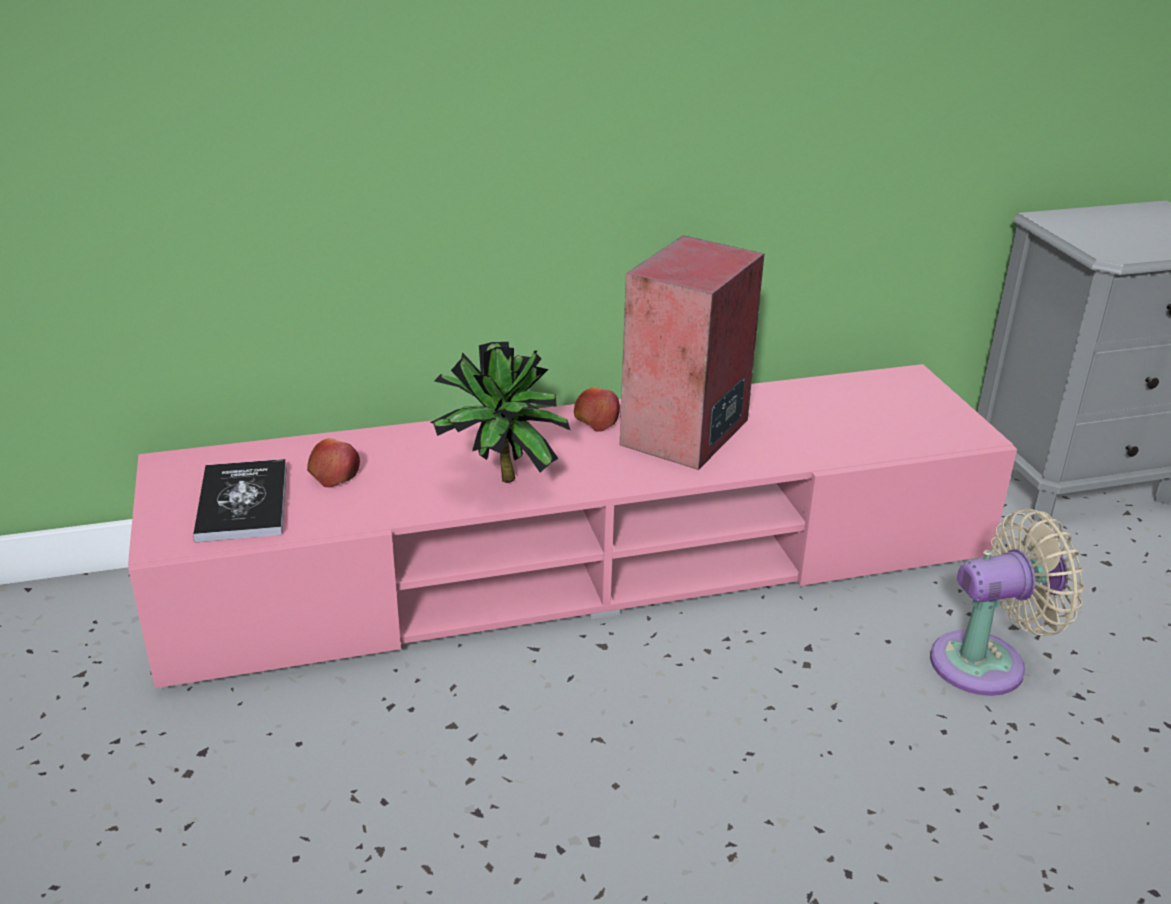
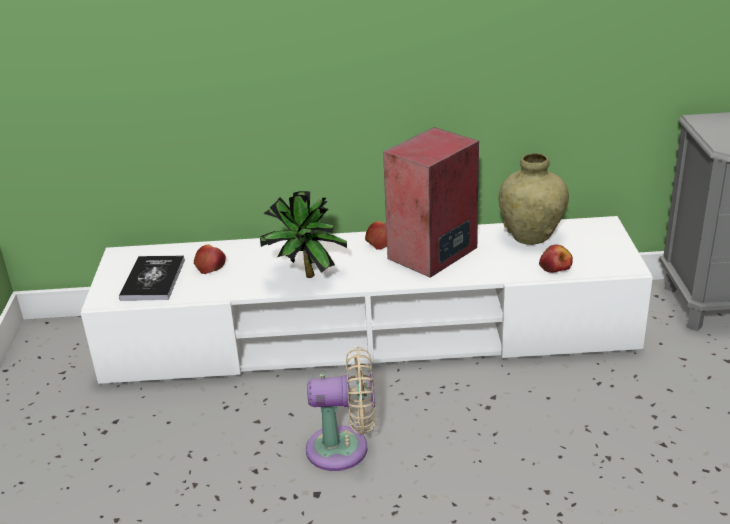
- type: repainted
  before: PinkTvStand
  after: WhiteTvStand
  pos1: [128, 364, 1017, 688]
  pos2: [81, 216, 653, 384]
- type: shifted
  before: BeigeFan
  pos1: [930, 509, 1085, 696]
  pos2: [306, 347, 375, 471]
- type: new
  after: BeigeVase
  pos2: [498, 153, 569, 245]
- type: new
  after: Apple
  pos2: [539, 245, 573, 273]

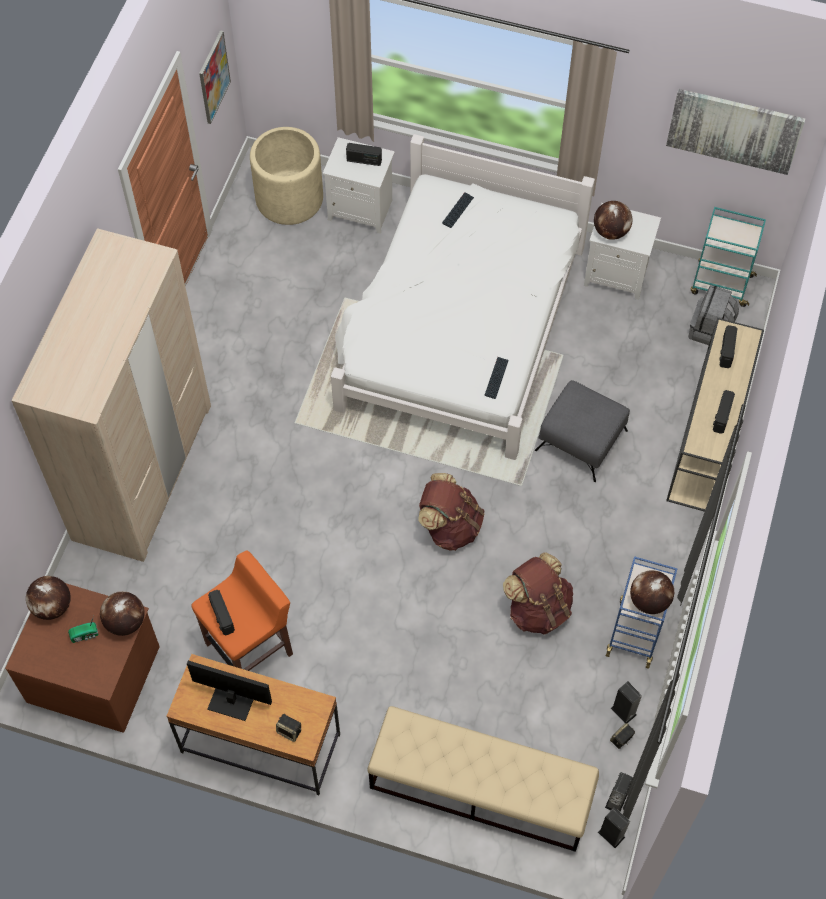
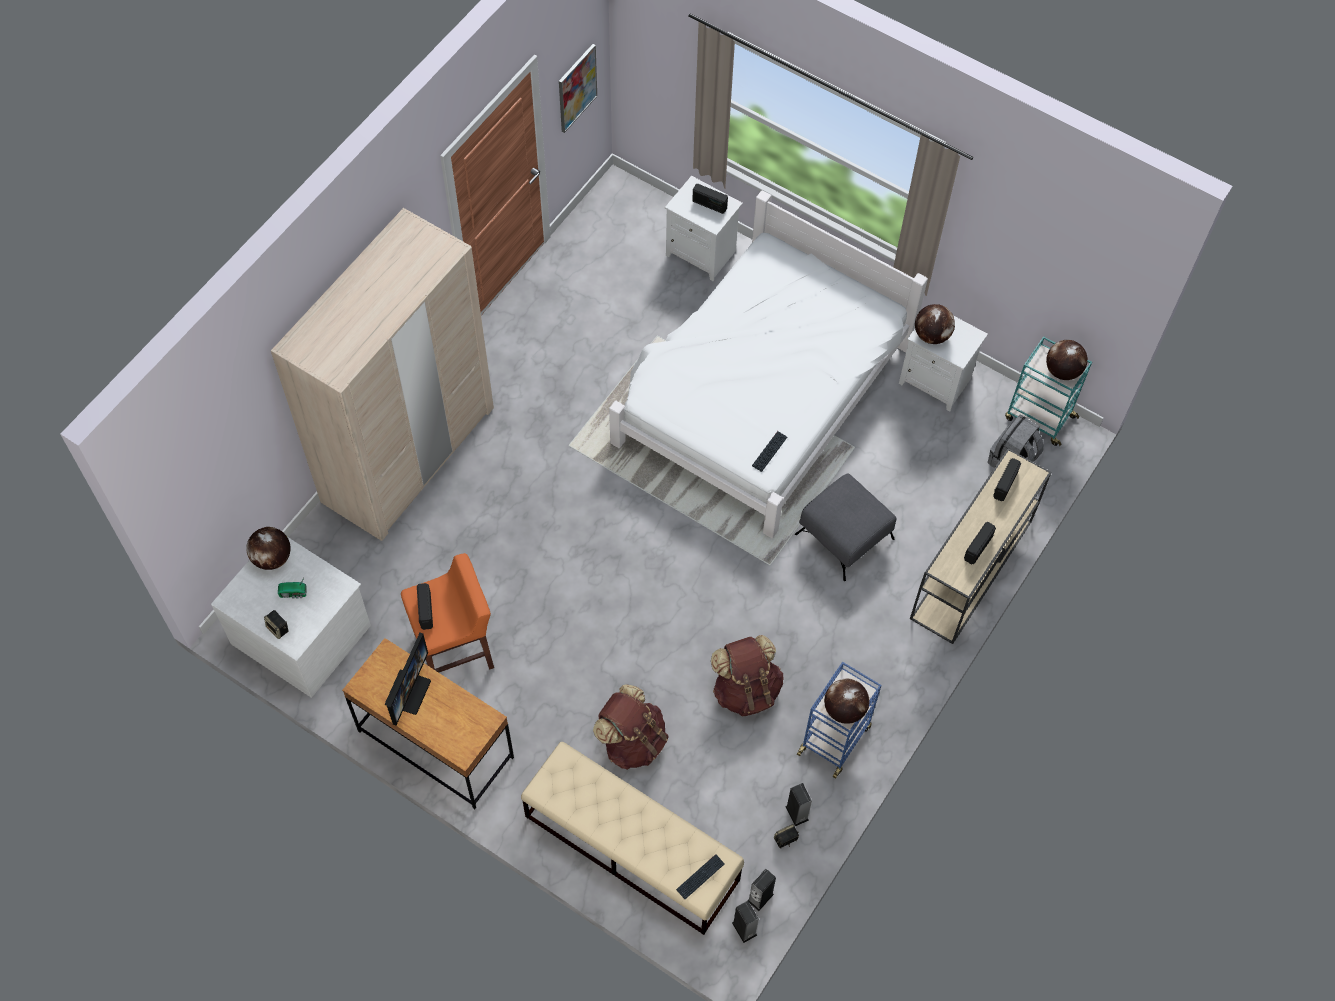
- type: gone
  before: Picture
  pos1: [666, 89, 806, 175]
- type: gone
  before: BeigePlanter
  pos1: [250, 127, 323, 225]
- type: shifted
  before: Keyboard
  pos1: [442, 192, 474, 228]
  pos2: [676, 854, 725, 899]
- type: shifted
  before: BrownBackpack
  pos1: [418, 473, 484, 551]
  pos2: [593, 684, 669, 770]
- type: repainted
  before: BrownDresser
  after: WhiteDresser
  pos1: [5, 583, 160, 733]
  pos2: [211, 536, 371, 698]
- type: shifted
  before: Globe
  pos1: [100, 591, 145, 636]
  pos2: [1046, 340, 1088, 380]
- type: rotated
  before: Monitor
  pos1: [187, 661, 272, 721]
  pos2: [385, 633, 431, 725]
  turn: 75
- type: shifted
  before: Speaker
  pos1: [276, 714, 301, 742]
  pos2: [264, 610, 288, 639]

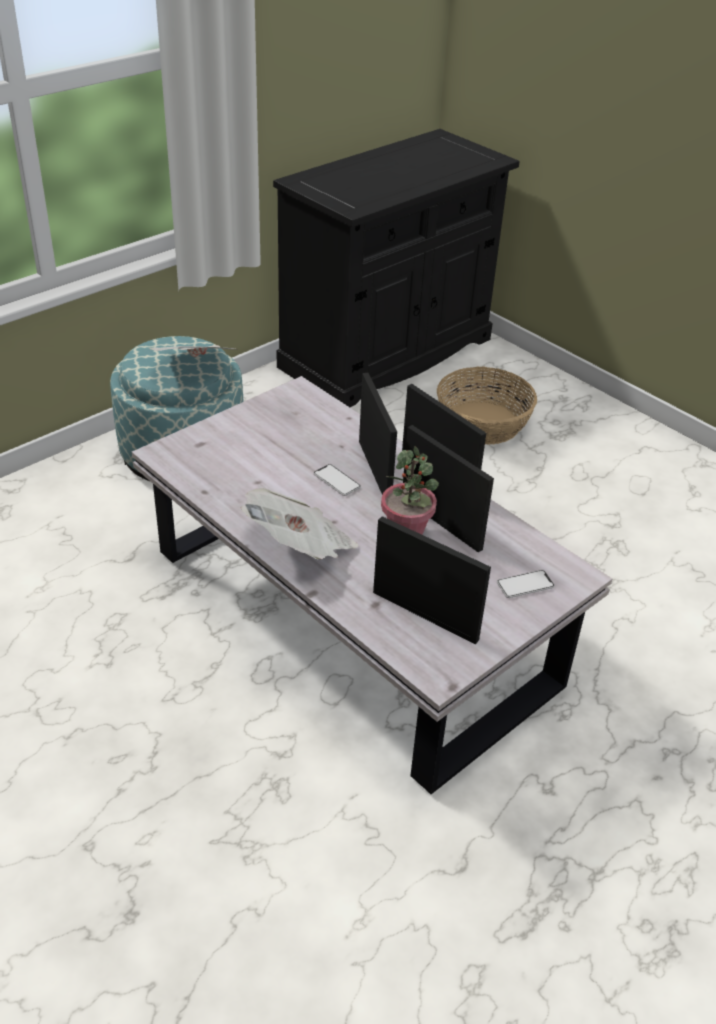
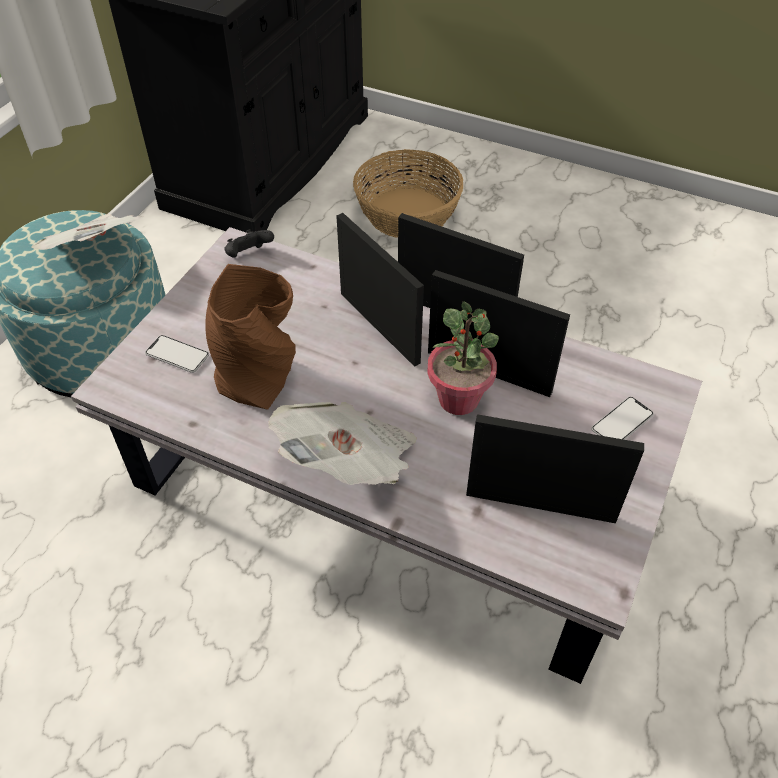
- type: shifted
  before: Phone
  pos1: [313, 464, 361, 496]
  pos2: [145, 335, 209, 373]
- type: new
  after: BlackGameController
  pos2: [224, 229, 274, 257]
- type: new
  after: BrownVase
  pos2: [205, 264, 296, 410]

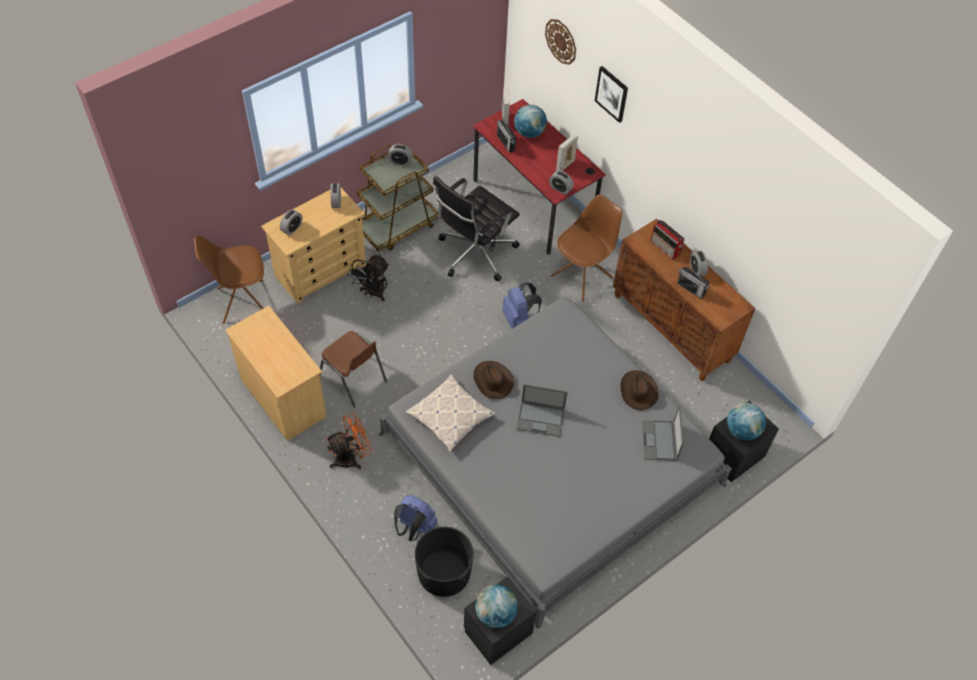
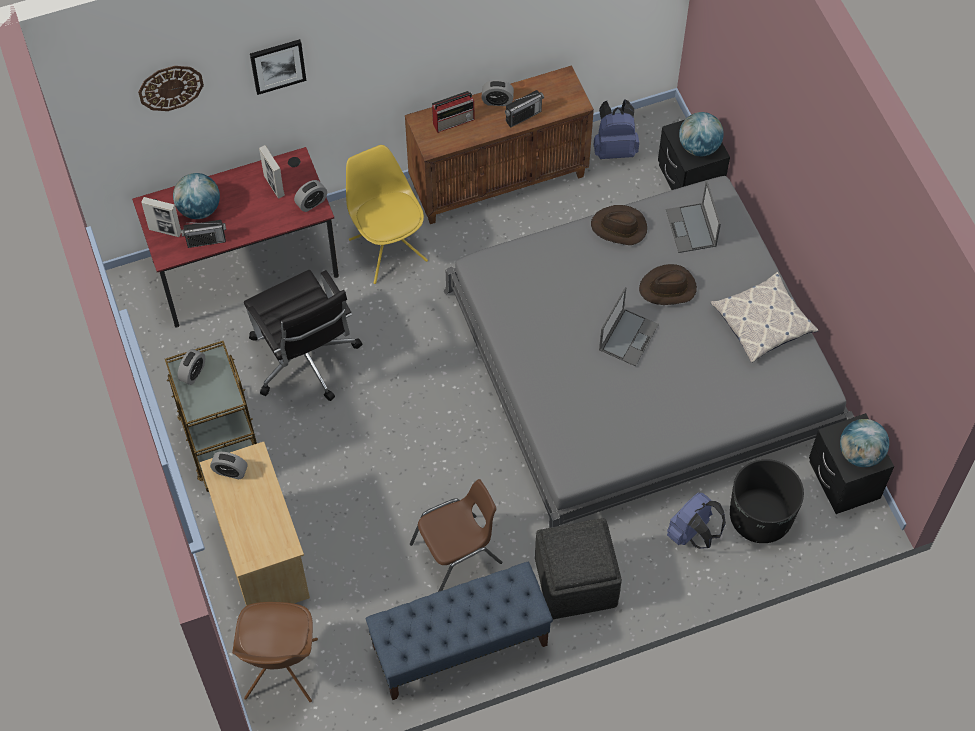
- type: repainted
  before: BrownChair
  after: YellowChair
  pos1: [551, 194, 622, 302]
  pos2: [346, 145, 428, 284]
- type: gone
  before: AlarmClock
  pos1: [280, 209, 303, 235]
- type: gone
  before: BlackFan
  pos1: [347, 254, 389, 301]
- type: shifted
  before: BlueBackpack
  pos1: [502, 283, 542, 329]
  pos2: [594, 99, 639, 159]
- type: swapped
  before: BeigeDresser
  after: BlueBench
  pos1: [225, 306, 327, 441]
  pos2: [366, 562, 553, 700]
- type: shifted
  before: BrownHat
  pos1: [473, 361, 514, 399]
  pos2: [639, 264, 697, 305]
- type: shifted
  before: Pillow
  pos1: [405, 374, 496, 452]
  pos2: [710, 272, 818, 363]
- type: rotated
  before: Laptop
  pos1: [642, 405, 684, 461]
  pos2: [666, 181, 721, 253]
  turn: 60
- type: swapped
  before: OrangeFan
  after: GreyOttoman
  pos1: [326, 413, 373, 469]
  pos2: [535, 518, 622, 619]

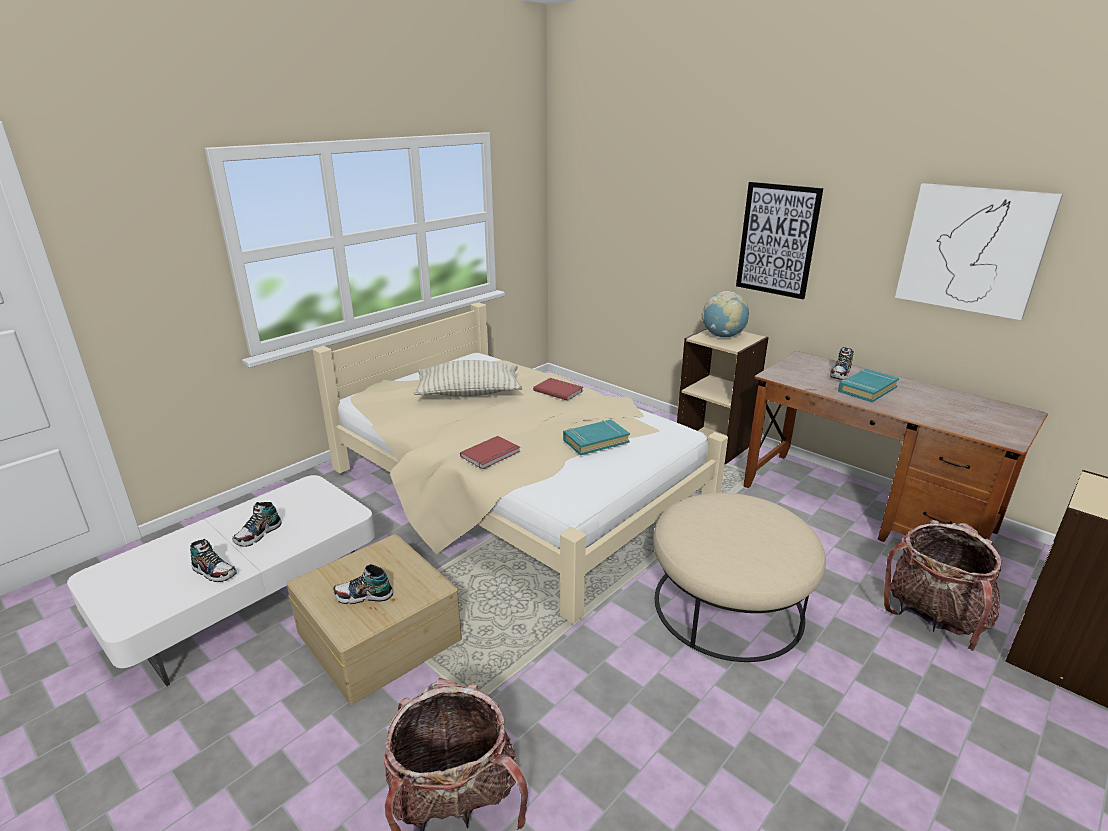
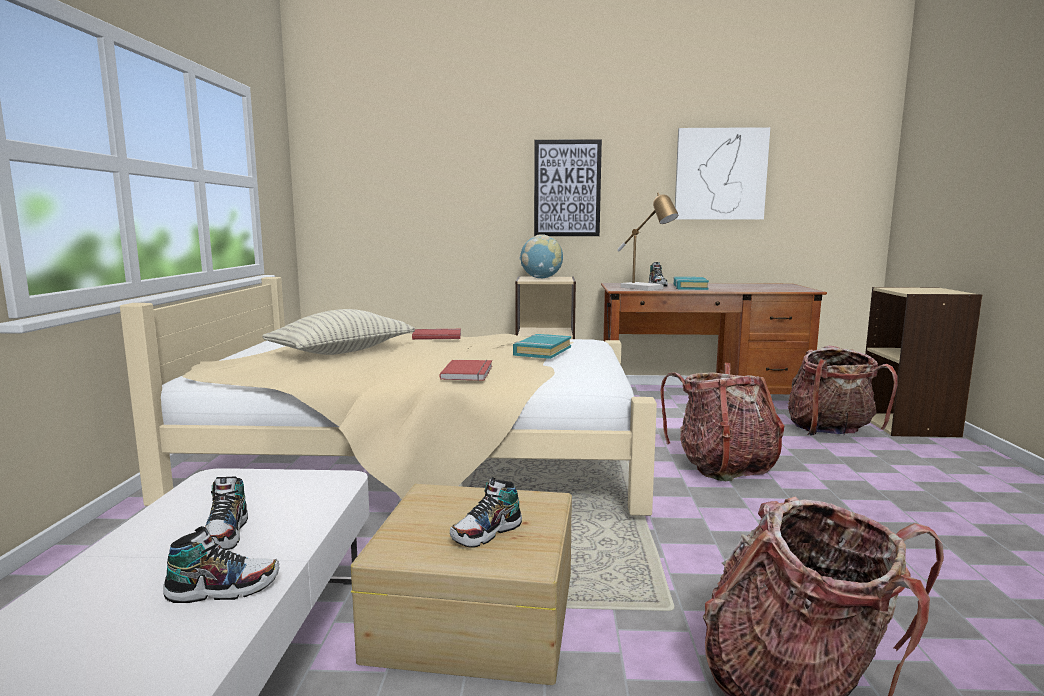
- type: swapped
  before: BeigeOttoman
  after: Backpack
  pos1: [653, 493, 826, 662]
  pos2: [660, 363, 784, 481]
- type: new
  after: TableLamp
  pos2: [617, 193, 678, 291]

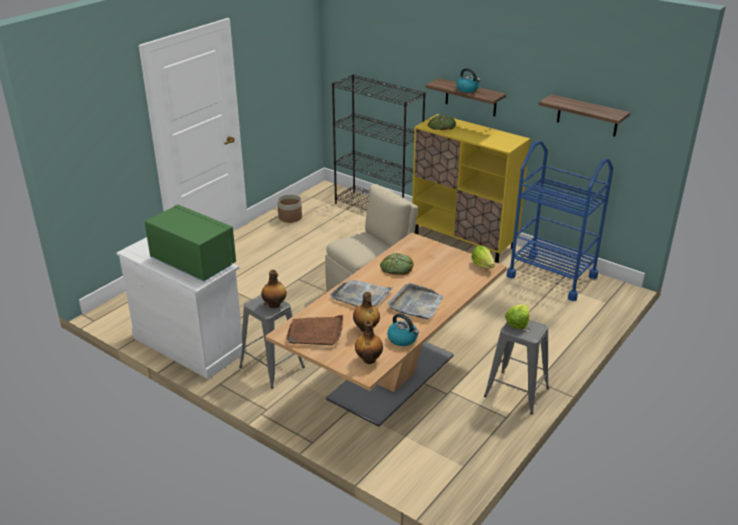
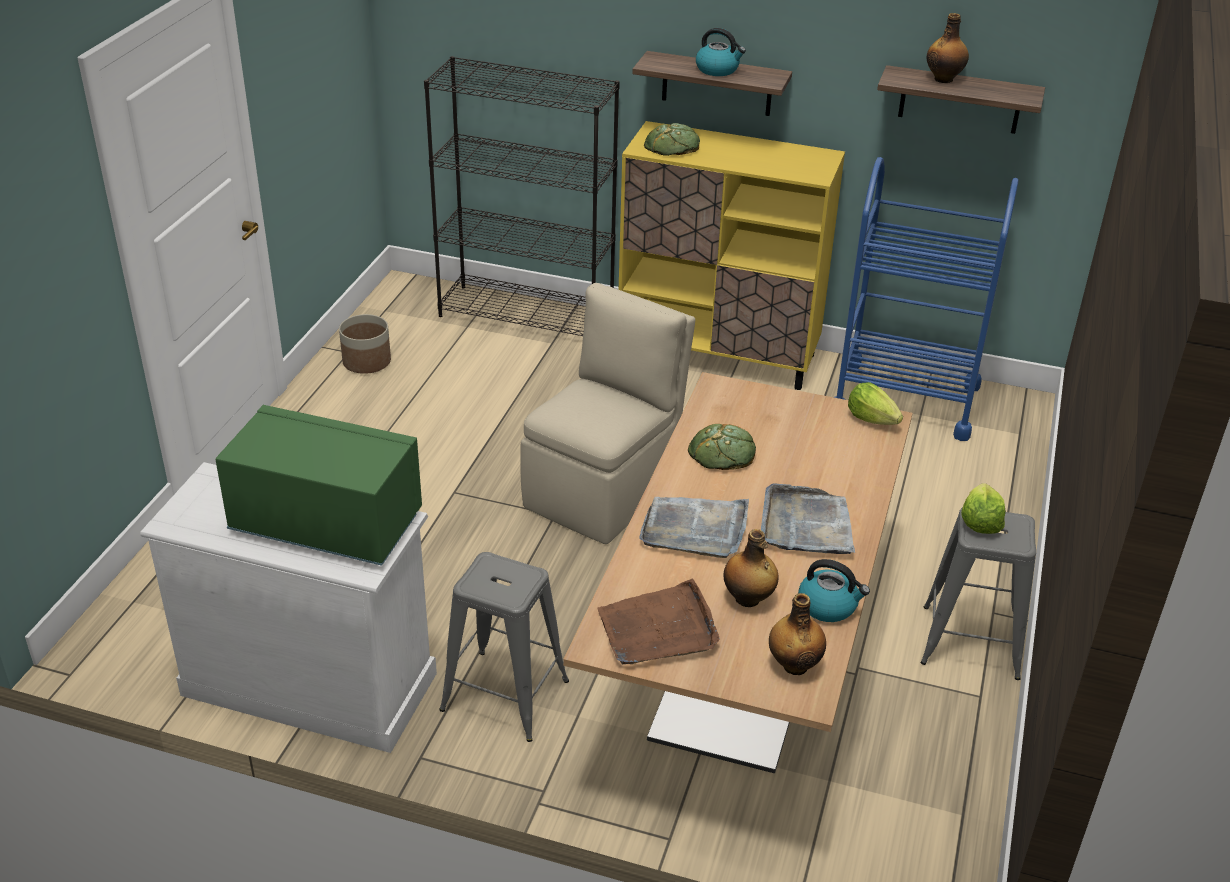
- type: shifted
  before: Bottle
  pos1: [261, 270, 287, 308]
  pos2: [927, 13, 969, 83]

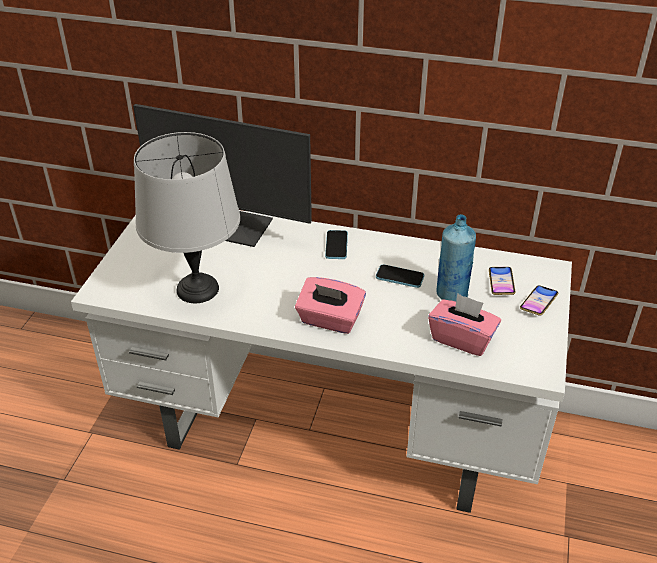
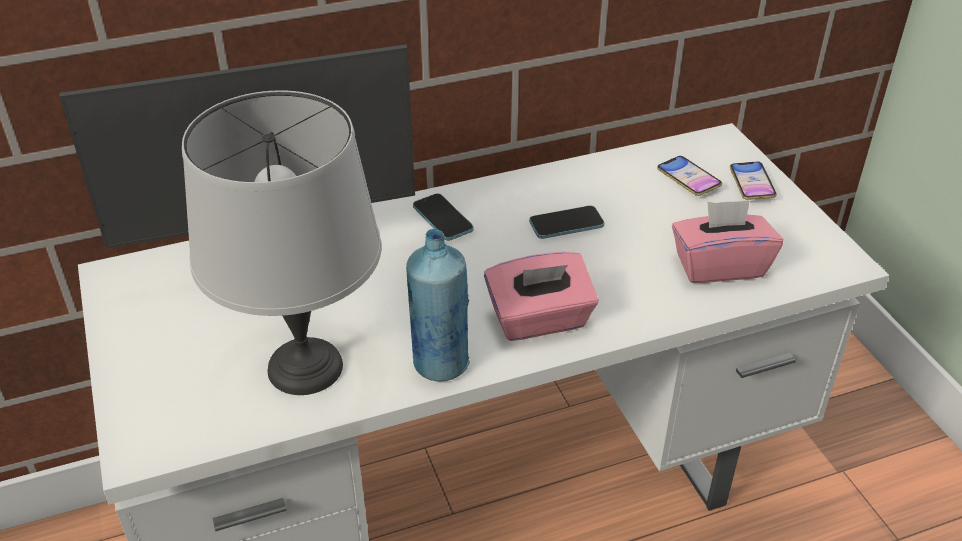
- type: shifted
  before: BlueBottle
  pos1: [436, 214, 476, 301]
  pos2: [406, 229, 470, 382]

